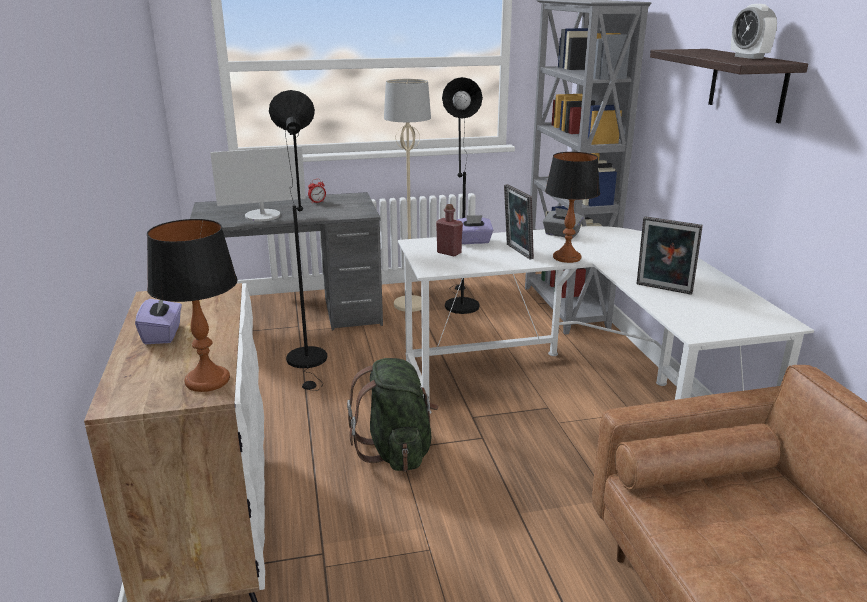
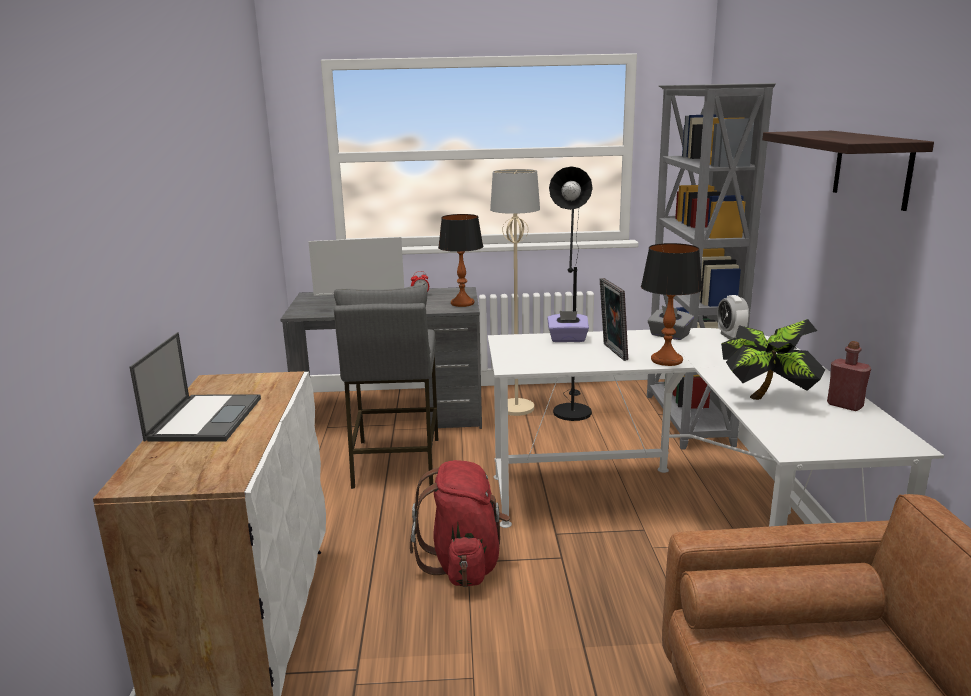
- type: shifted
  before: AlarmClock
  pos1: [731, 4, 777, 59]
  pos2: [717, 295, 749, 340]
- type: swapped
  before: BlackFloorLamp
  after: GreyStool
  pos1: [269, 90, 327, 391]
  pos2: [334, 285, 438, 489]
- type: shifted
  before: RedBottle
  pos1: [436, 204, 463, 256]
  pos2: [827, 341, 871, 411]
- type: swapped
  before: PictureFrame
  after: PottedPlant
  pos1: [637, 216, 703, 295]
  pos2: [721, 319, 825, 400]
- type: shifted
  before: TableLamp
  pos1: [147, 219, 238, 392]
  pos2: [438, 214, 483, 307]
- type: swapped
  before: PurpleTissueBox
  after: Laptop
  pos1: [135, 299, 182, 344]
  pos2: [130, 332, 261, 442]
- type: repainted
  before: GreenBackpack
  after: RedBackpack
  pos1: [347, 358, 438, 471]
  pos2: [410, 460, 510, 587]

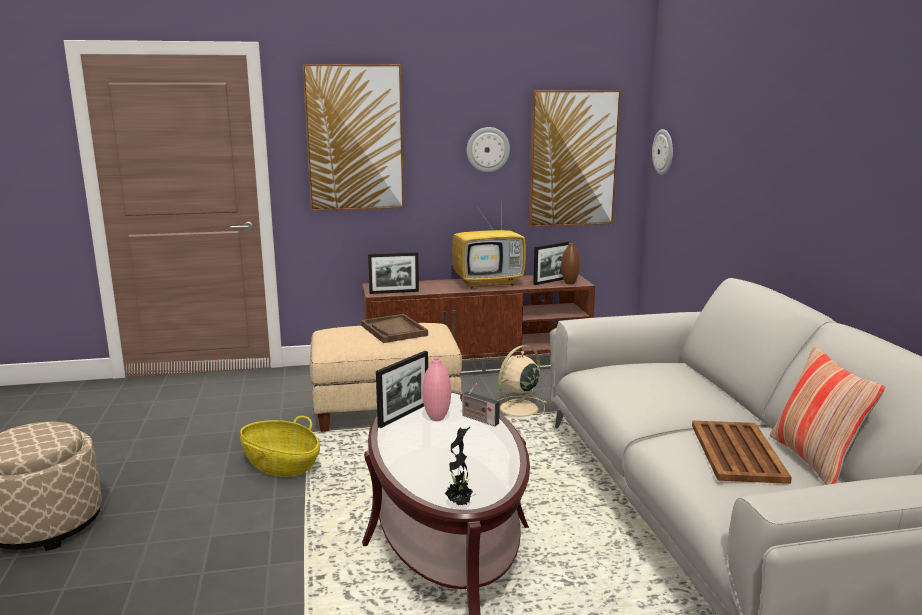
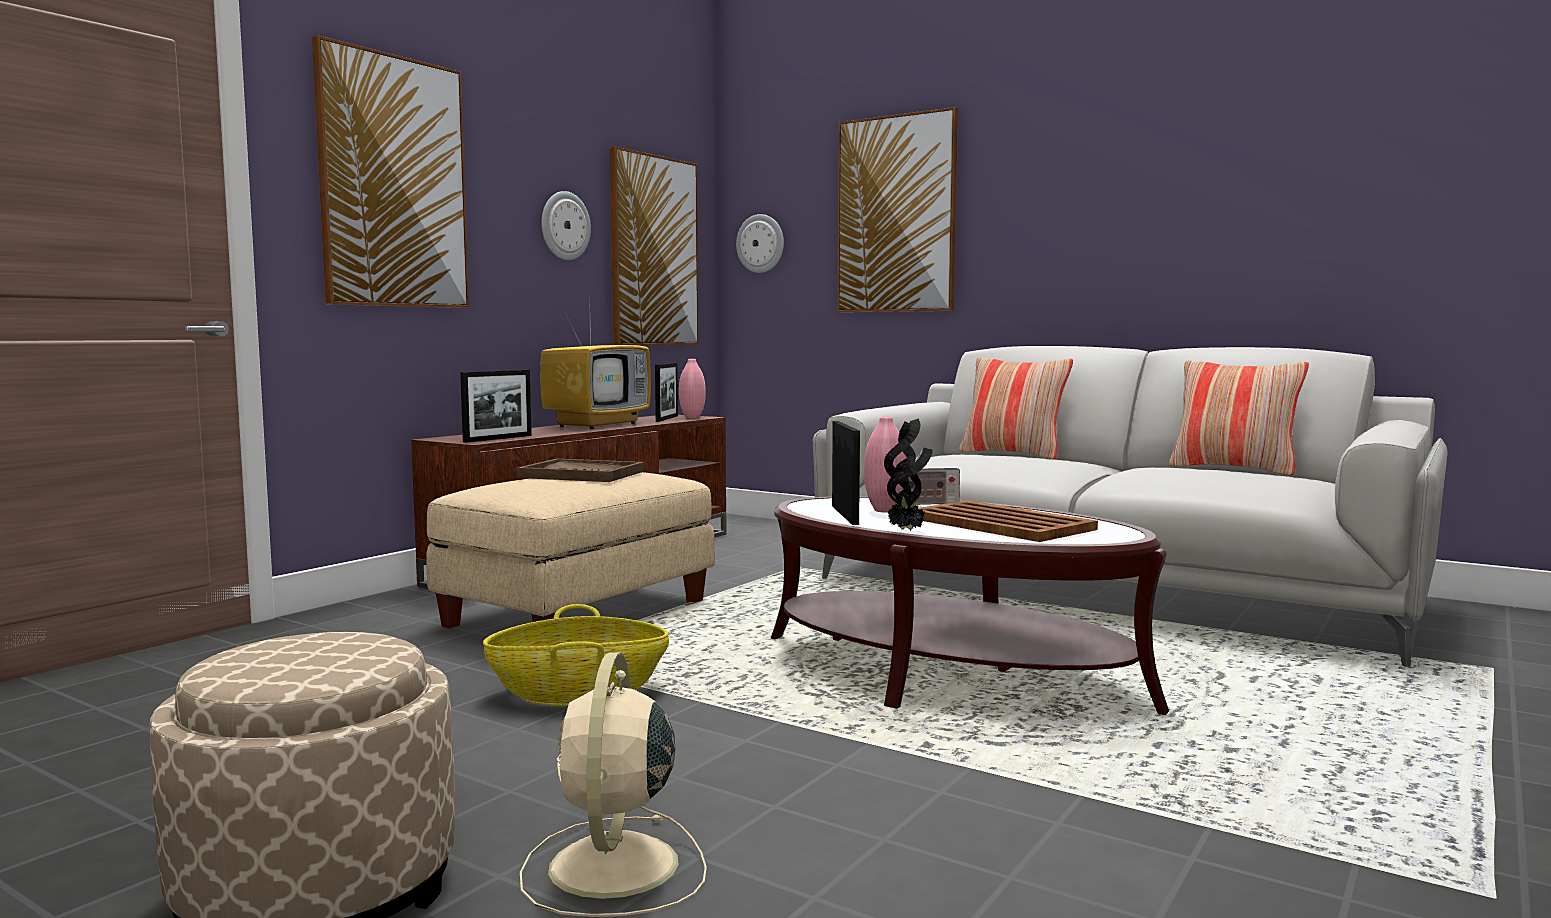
- type: repainted
  before: BrownVase
  after: PinkVase
  pos1: [561, 242, 580, 284]
  pos2: [679, 359, 706, 419]
- type: shifted
  before: BeigeFan
  pos1: [497, 345, 547, 422]
  pos2: [520, 653, 707, 917]
- type: shifted
  before: BrownTray
  pos1: [692, 421, 792, 484]
  pos2: [919, 500, 1098, 542]
- type: shifted
  before: PottedPlant
  pos1: [444, 427, 474, 506]
  pos2: [884, 418, 933, 531]
- type: new
  after: Picture
  pos2: [837, 107, 958, 312]
- type: new
  after: Pillow
  pos2: [959, 357, 1073, 460]

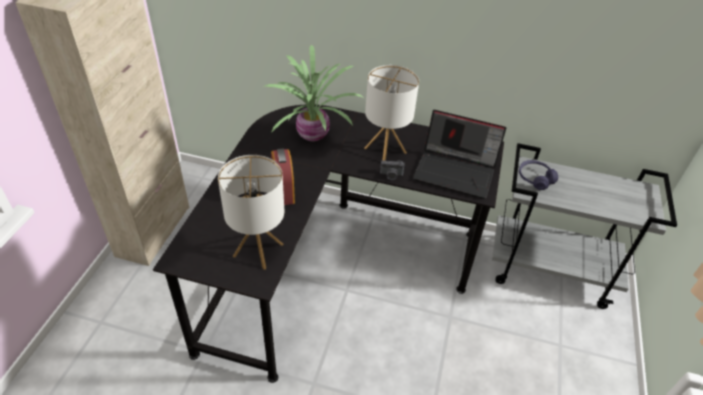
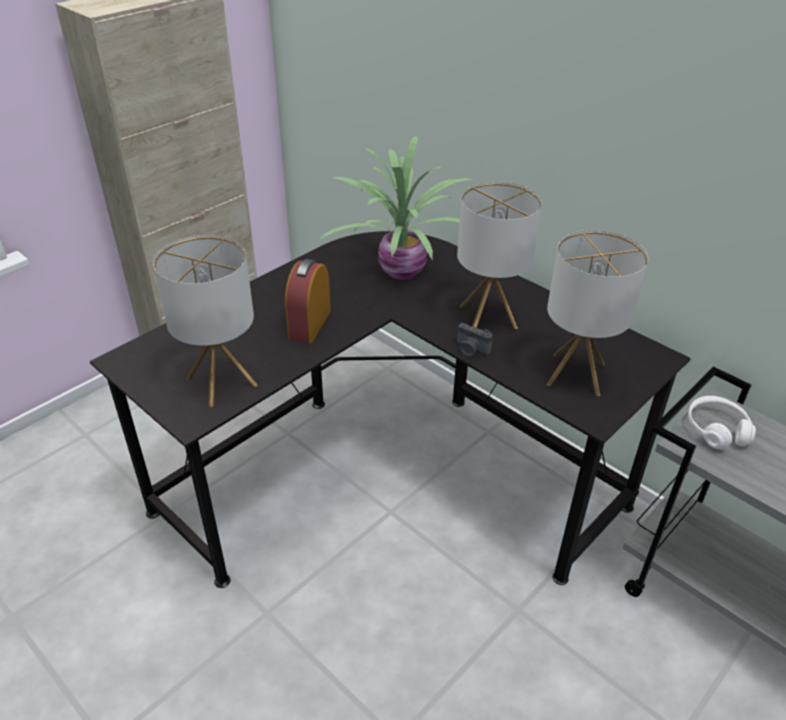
- type: swapped
  before: Laptop
  after: TableLamp
  pos1: [413, 110, 506, 199]
  pos2: [546, 230, 648, 396]
- type: repainted
  before: PurpleHeadphones
  after: WhiteHeadphones
  pos1: [519, 160, 558, 190]
  pos2: [688, 396, 756, 450]

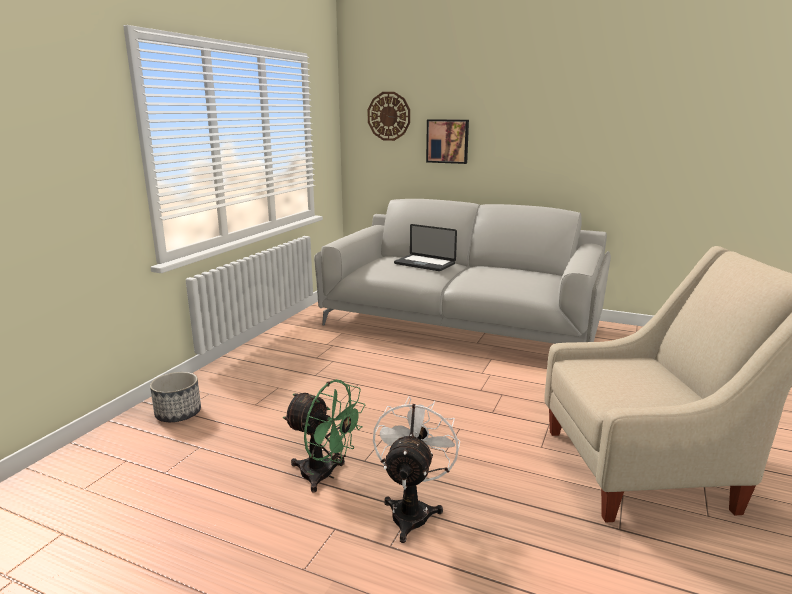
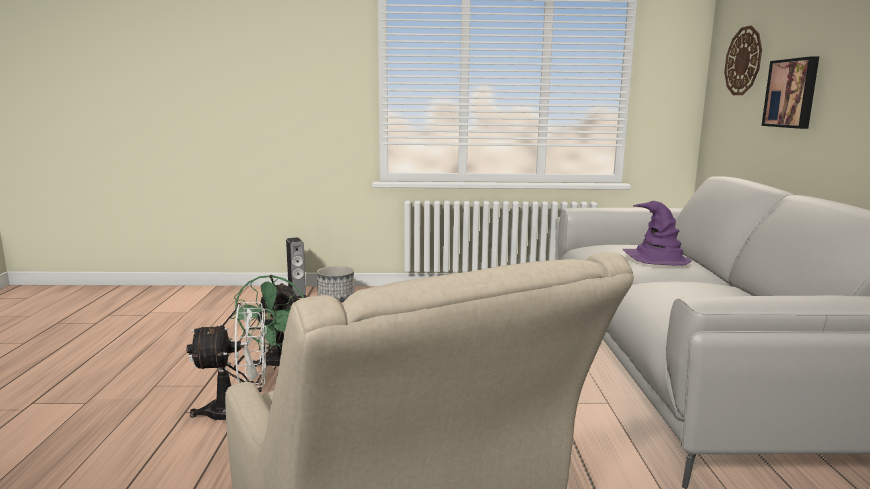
- type: swapped
  before: Laptop
  after: PurpleHat
  pos1: [394, 224, 457, 271]
  pos2: [623, 201, 692, 266]
- type: new
  after: Speaker
  pos2: [286, 237, 307, 298]

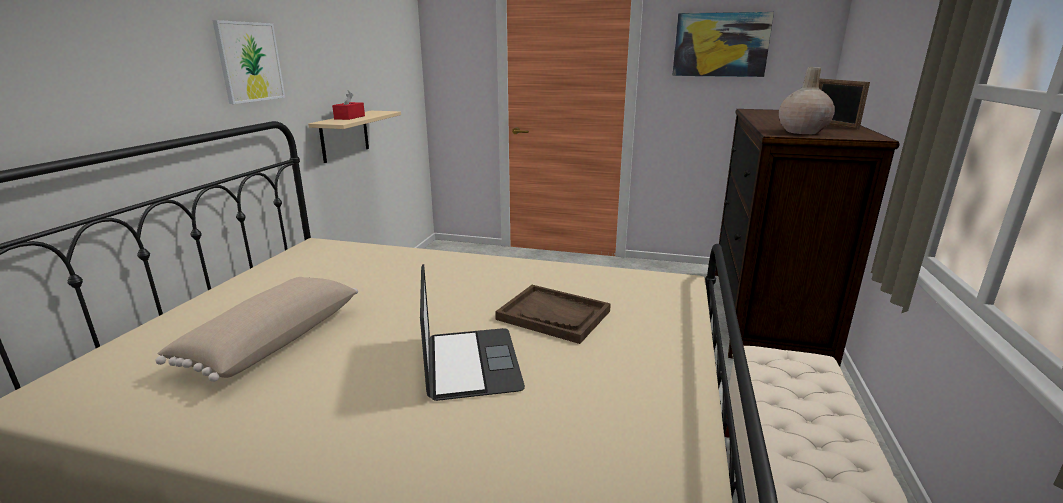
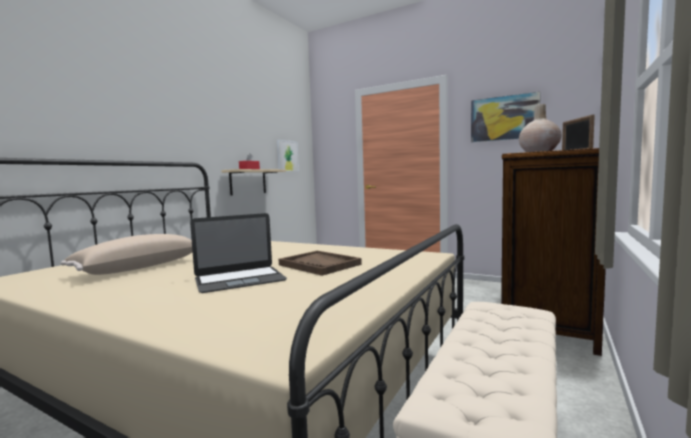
- type: shifted
  before: Picture
  pos1: [212, 20, 285, 104]
  pos2: [277, 140, 299, 172]
- type: rotated
  before: Laptop
  pos1: [420, 264, 525, 401]
  pos2: [190, 213, 287, 293]
  turn: 60

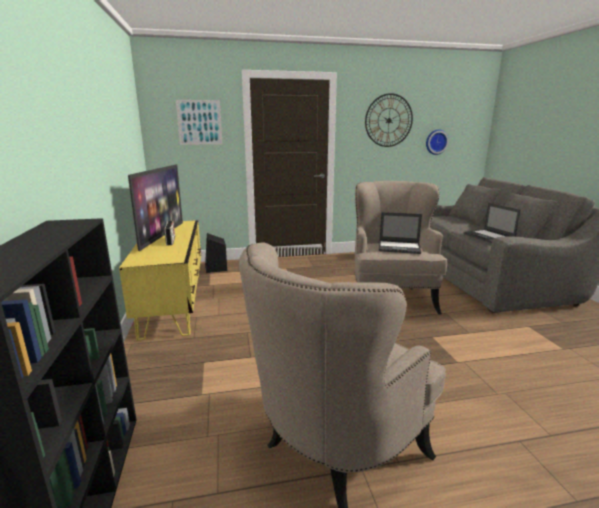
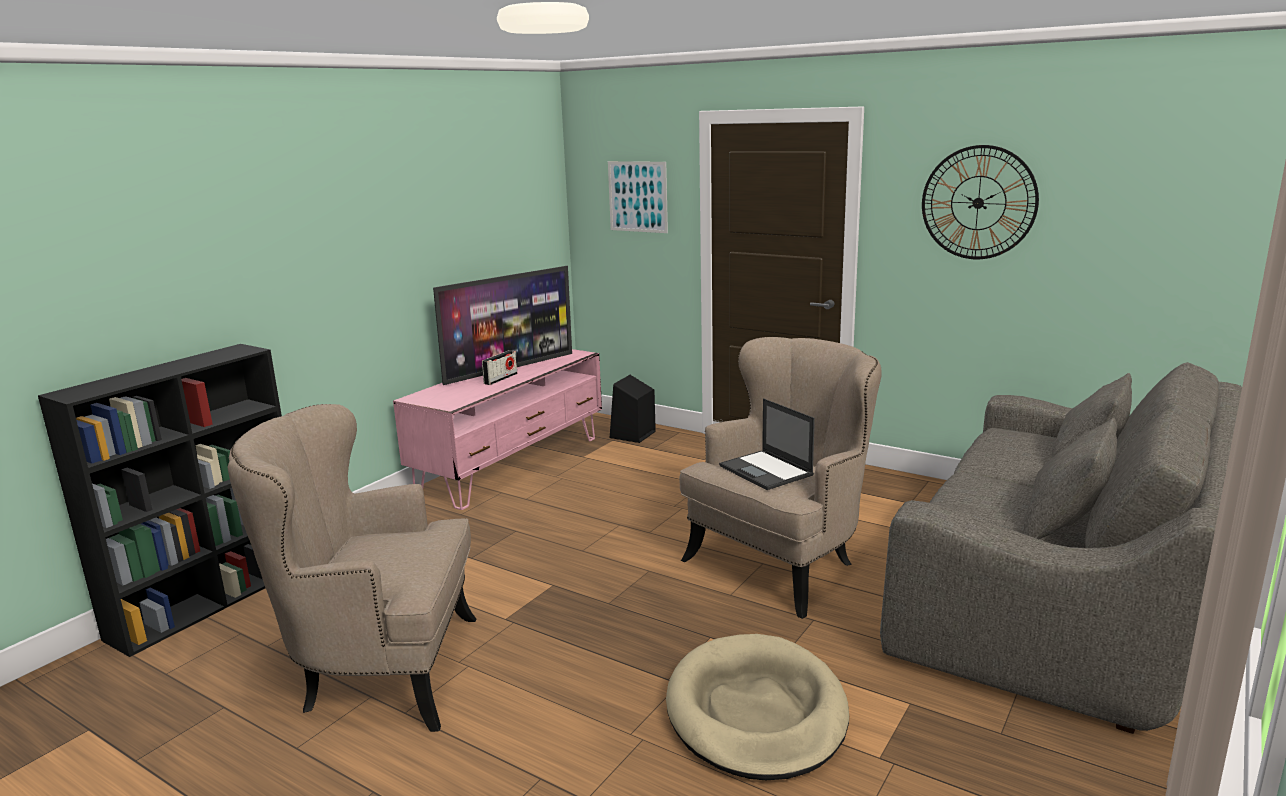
- type: gone
  before: WallClock
  pos1: [426, 130, 449, 155]
- type: gone
  before: Laptop
  pos1: [463, 203, 521, 243]
- type: repainted
  before: YellowTvStand
  after: PinkTvStand
  pos1: [119, 220, 201, 340]
  pos2: [393, 349, 602, 510]
- type: new
  after: BeigeDogBed
  pos2: [666, 634, 849, 780]

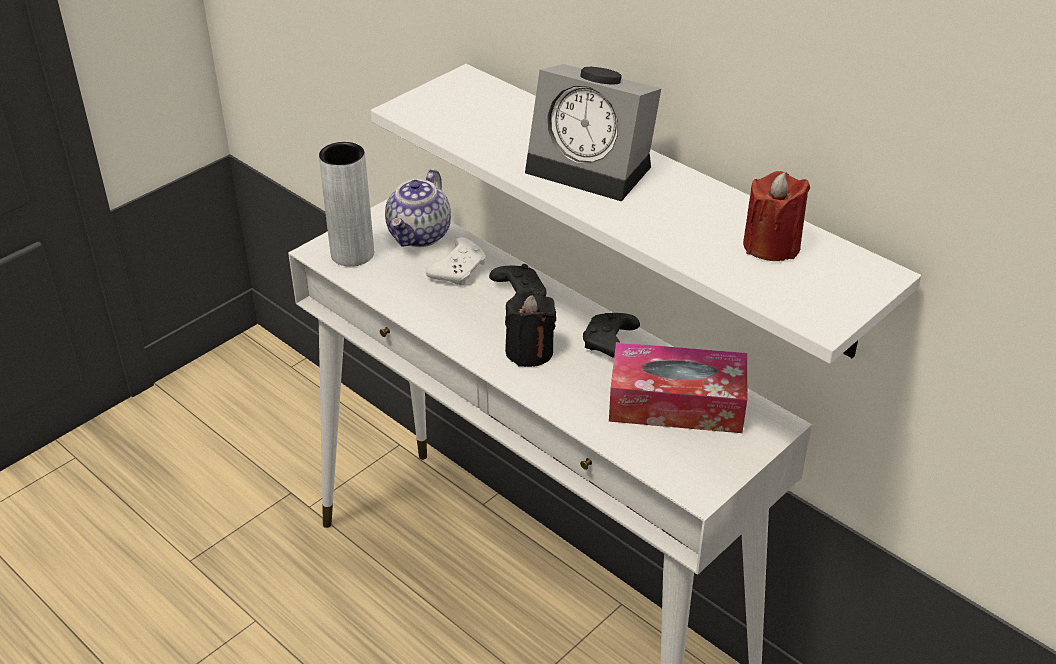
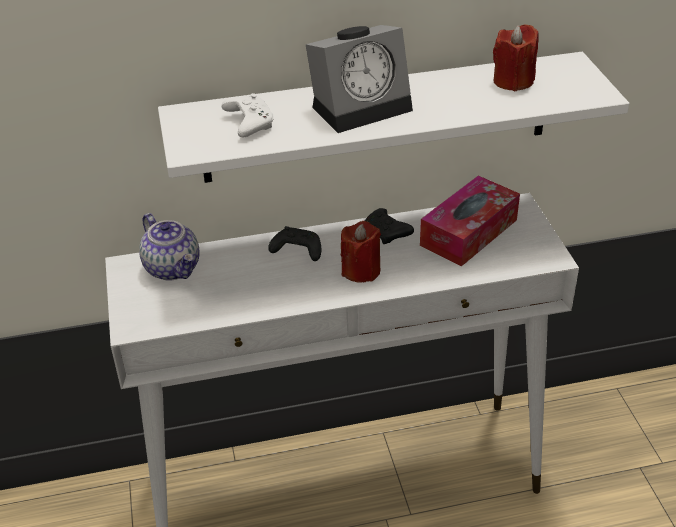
- type: gone
  before: GreyVase
  pos1: [319, 142, 374, 267]
- type: shifted
  before: WhiteGameController
  pos1: [426, 237, 486, 286]
  pos2: [222, 93, 274, 138]
- type: repainted
  before: BlackCandle
  after: RedCandle
  pos1: [505, 290, 556, 367]
  pos2: [341, 221, 381, 283]

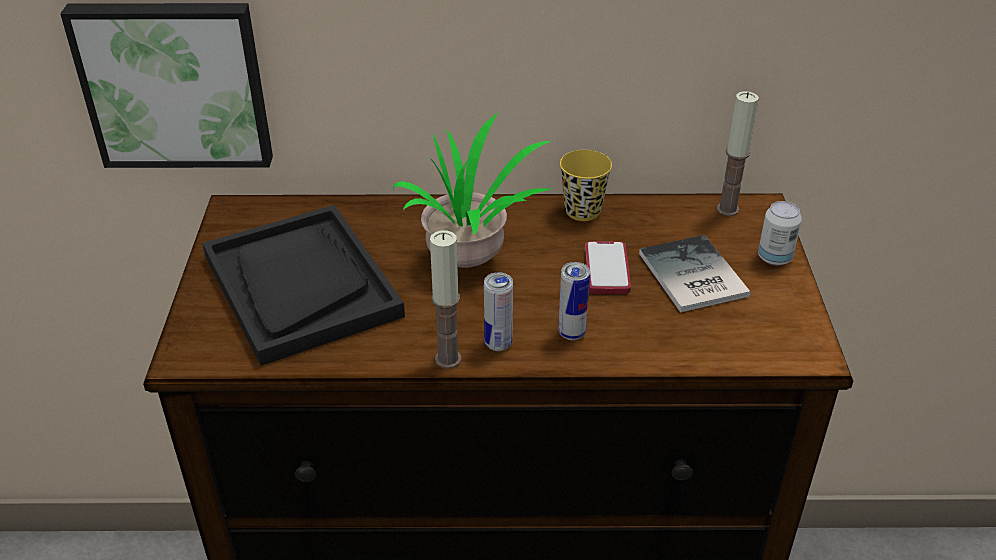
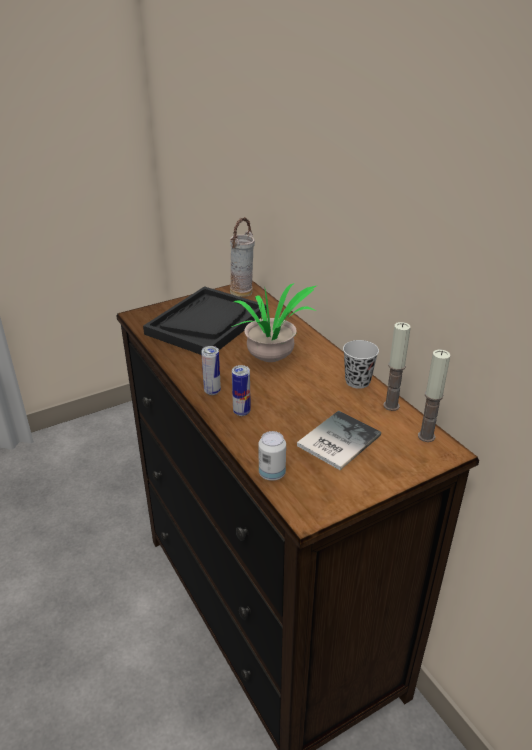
- type: gone
  before: Picture
  pos1: [60, 3, 273, 168]
- type: repainted
  before: YellowCup
  after: BlackCup
  pos1: [560, 150, 612, 221]
  pos2: [343, 340, 379, 389]
- type: shifted
  before: Can
  pos1: [758, 201, 802, 266]
  pos2: [258, 431, 286, 481]
- type: shifted
  before: Candle
  pos1: [430, 230, 461, 369]
  pos2: [383, 322, 411, 411]
- type: gone
  before: Phone
  pos1: [585, 241, 631, 294]
- type: new
  after: Vase
  pos2: [230, 217, 255, 297]

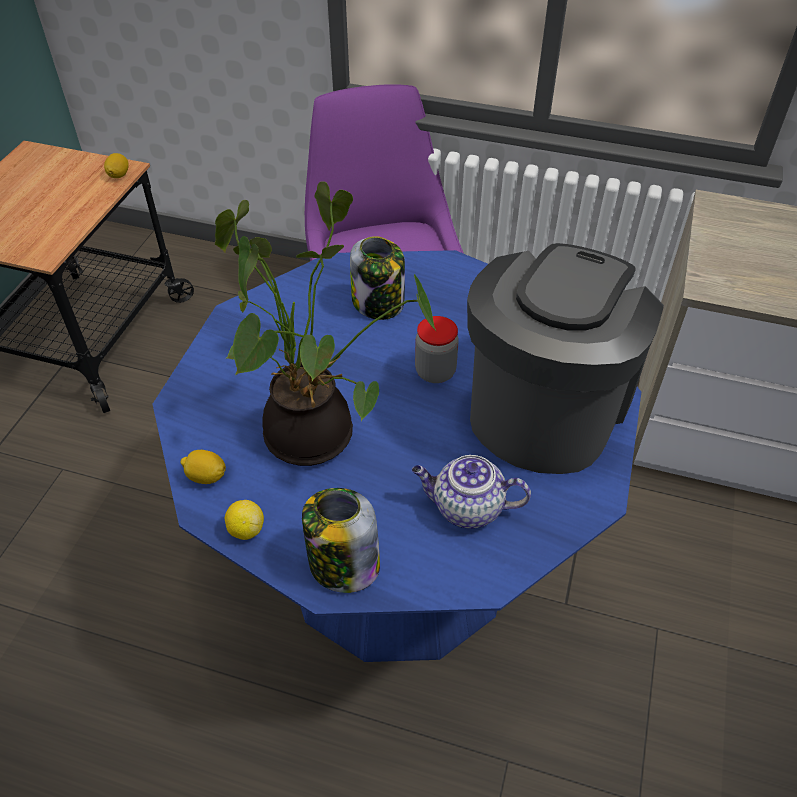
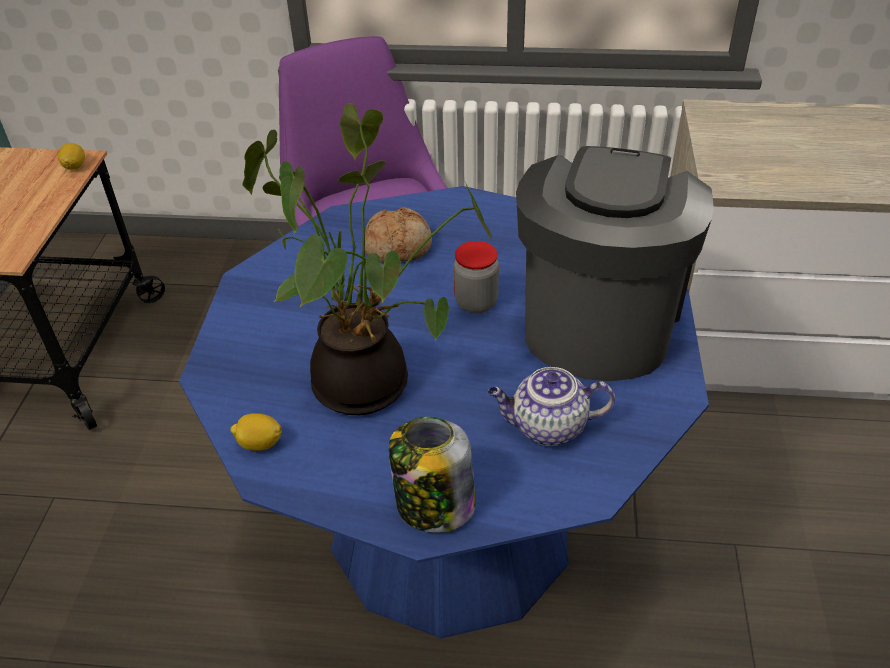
- type: swapped
  before: Jar
  after: Bread
  pos1: [350, 236, 405, 320]
  pos2: [362, 207, 432, 263]
- type: gone
  before: Lemon
  pos1: [225, 500, 264, 540]

